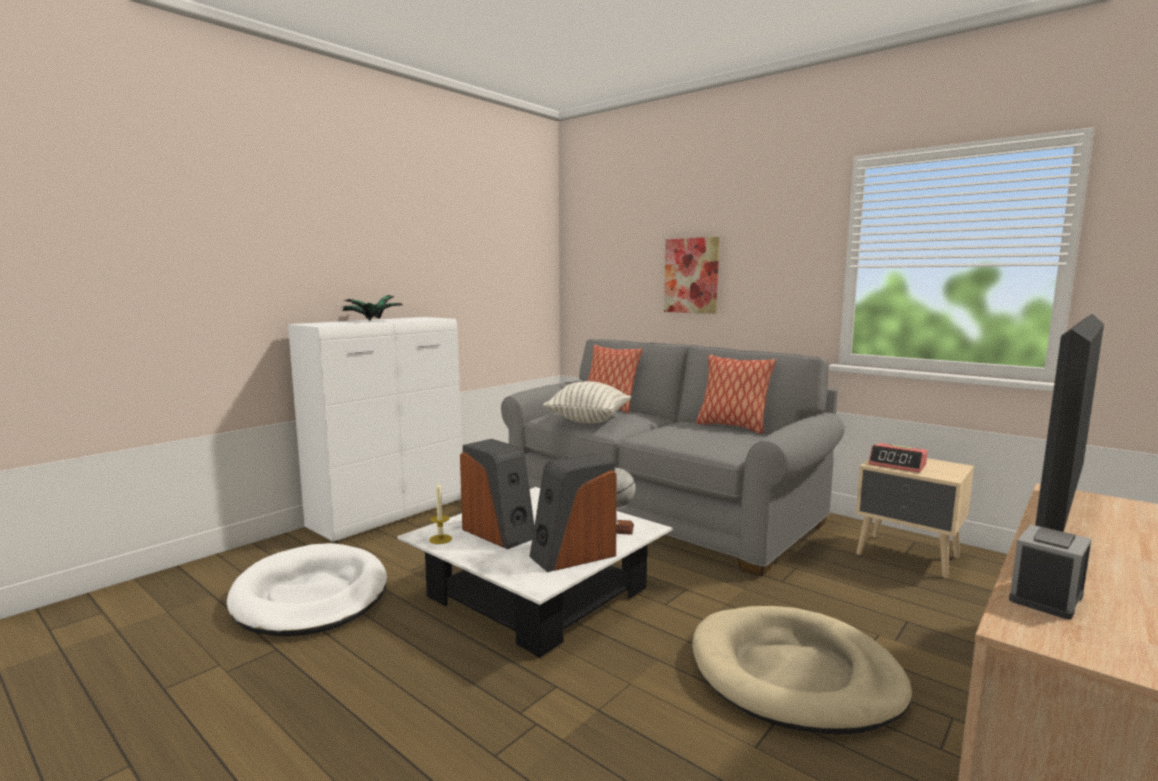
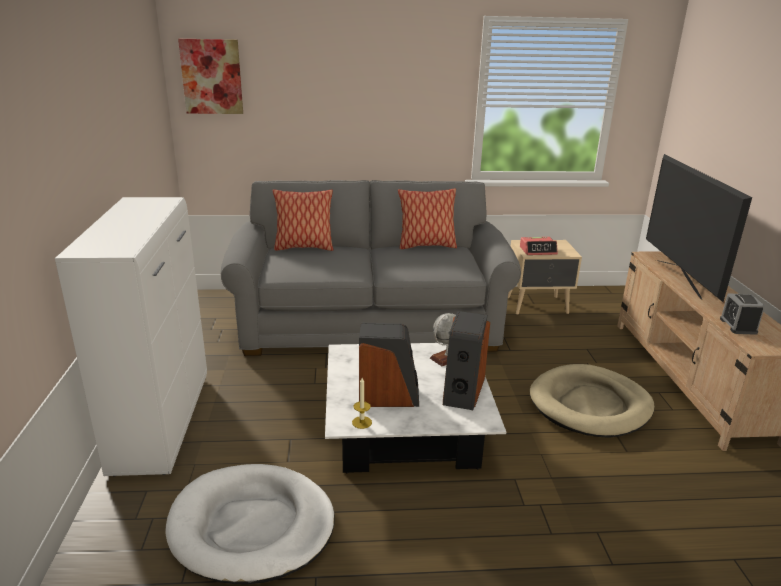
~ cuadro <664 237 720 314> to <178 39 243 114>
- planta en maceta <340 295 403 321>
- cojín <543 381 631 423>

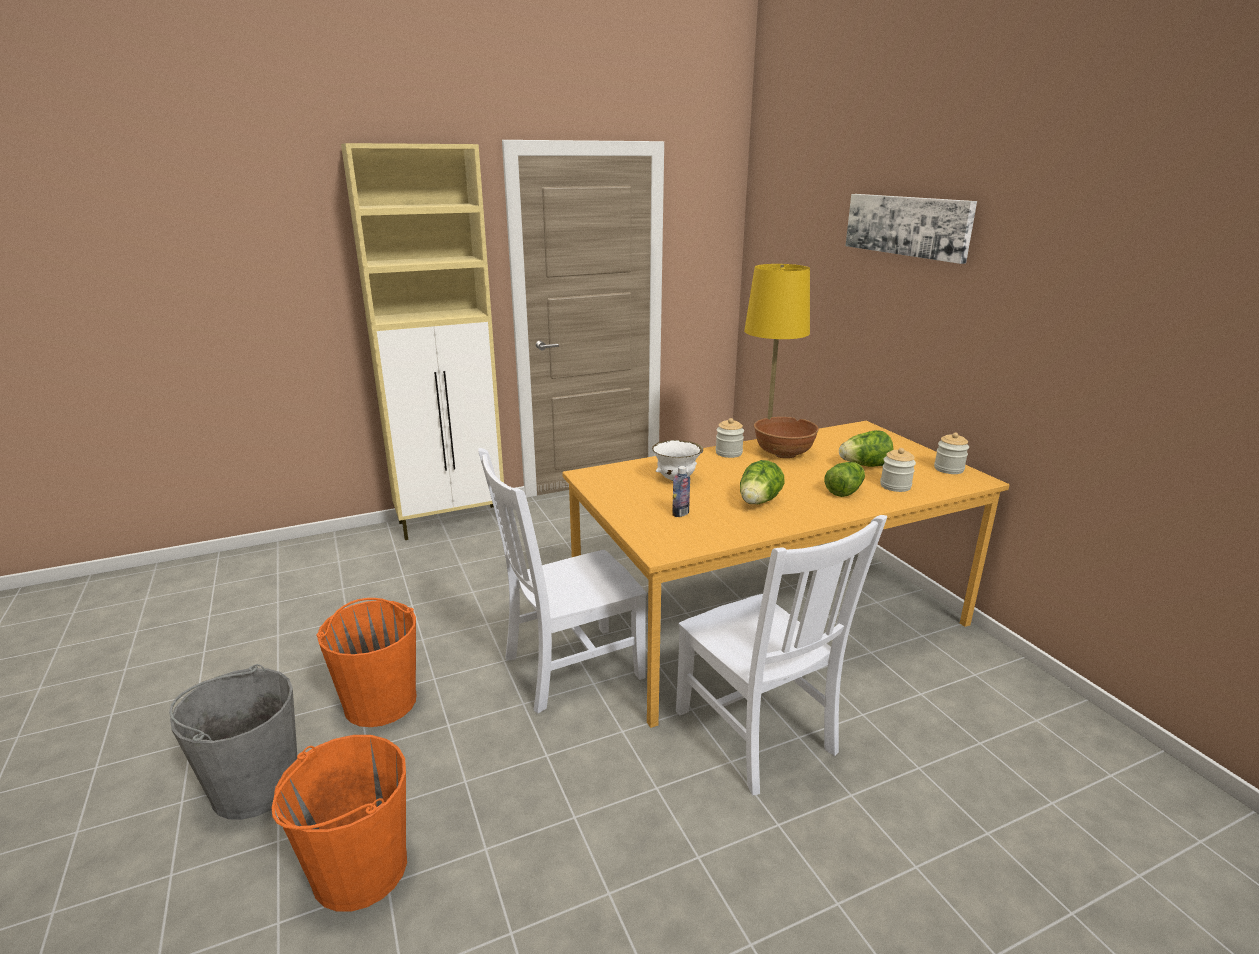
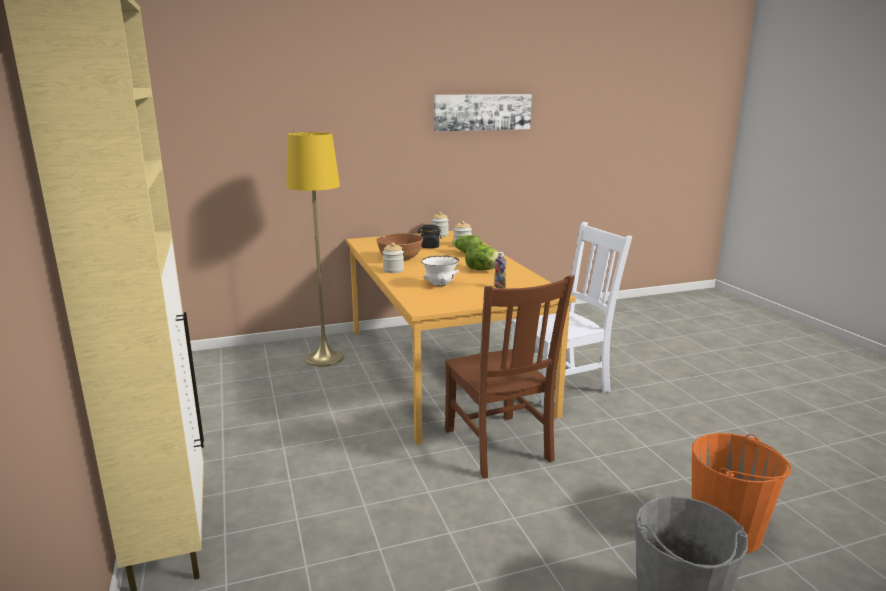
~ cuadro <845 194 977 264> to <434 94 532 132>
~ lechuga <839 430 893 467> to tarro [negro] <418 225 442 248>
~ silla [blanco] <478 448 647 714> to silla [marrón] <445 275 575 478>
- cubo [naranja] <317 598 417 727>

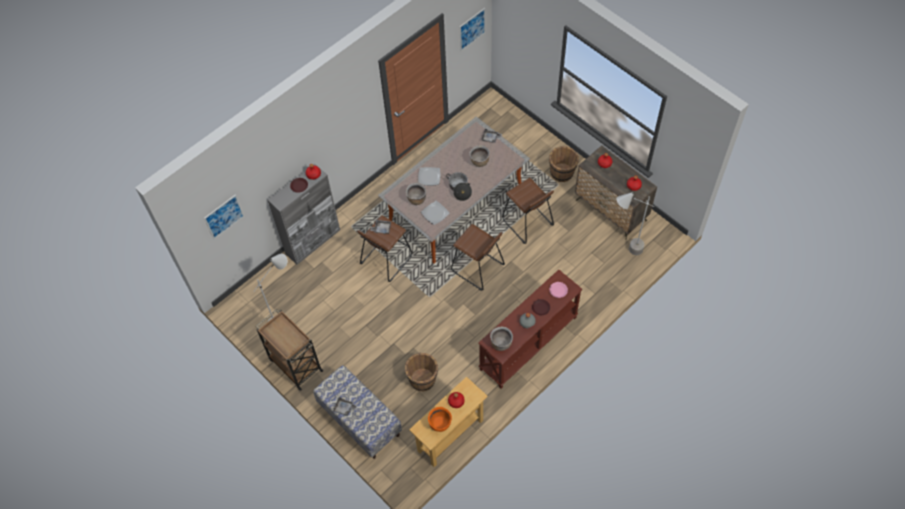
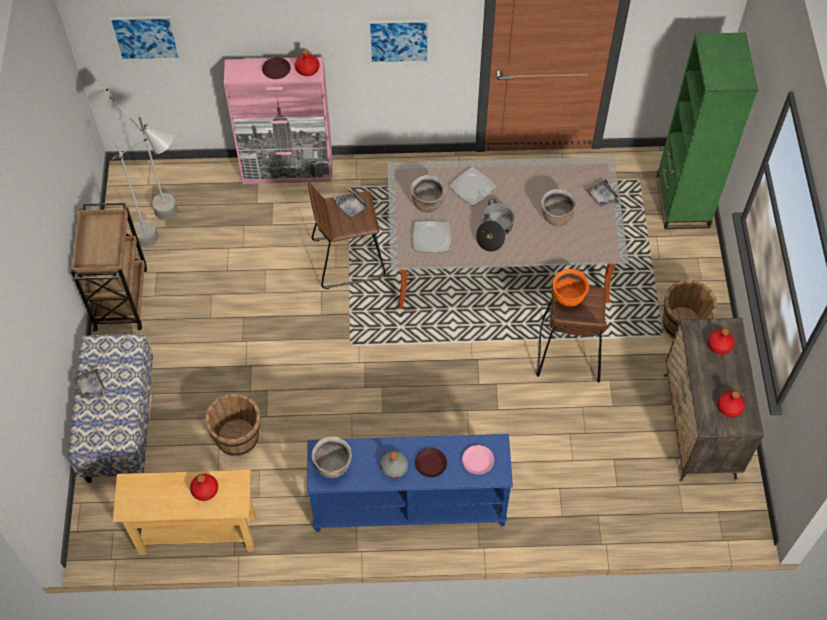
~ cuadro <460 8 485 51> to <368 20 430 64>
~ armario [gris] <268 164 340 265> to armario [rosa] <224 57 333 184>
~ lámpara de pie [gris] <617 192 654 255> to <88 87 177 220>
- taburete [marrón] <451 224 505 291>
~ mesa consola [marrón] <478 270 582 389> to mesa consola [azul] <307 434 513 532>
~ olla [naranja] <428 407 452 432> to <553 269 589 307>
+ estantería [verde] <656 33 758 229>

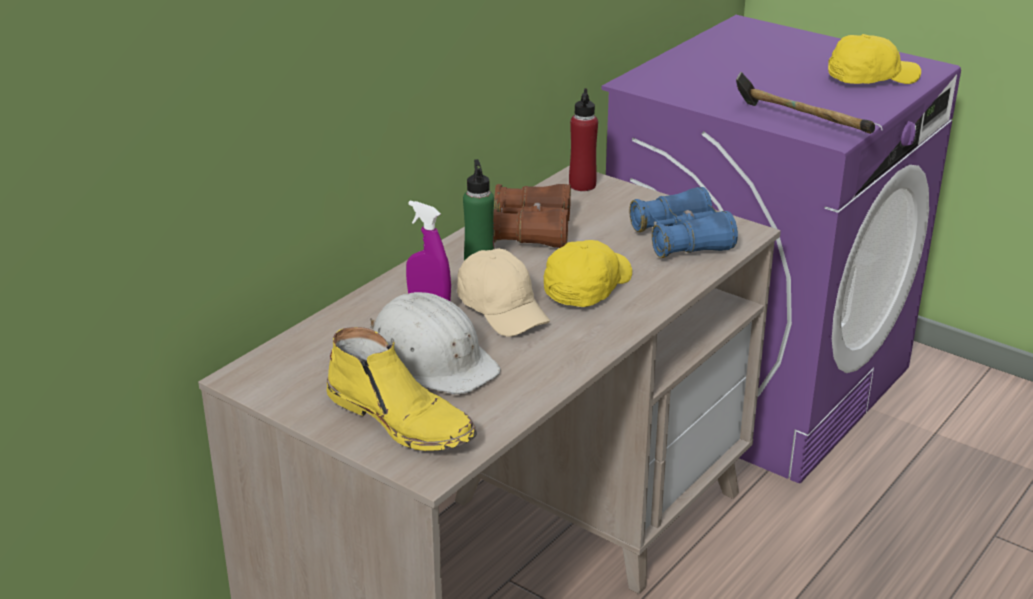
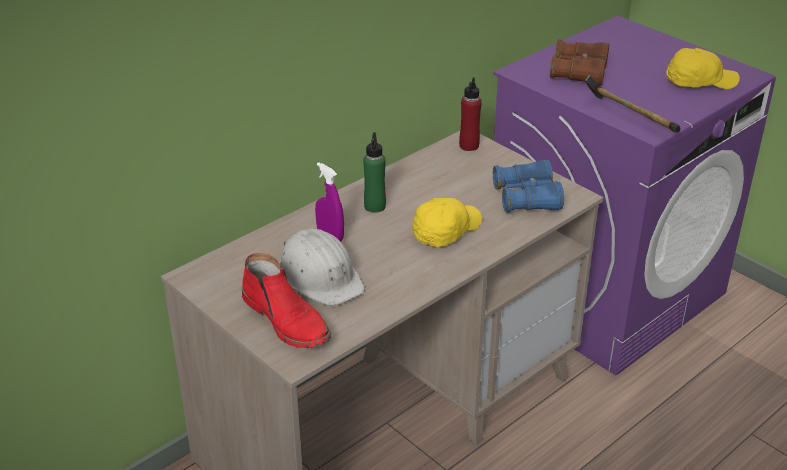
~ prismáticos [marrón] <493 184 571 248> to <550 39 609 86>
- gorra [beis] <457 248 550 337>
~ bota [amarillo] <326 327 477 451> to bota [rojo] <242 253 331 348>

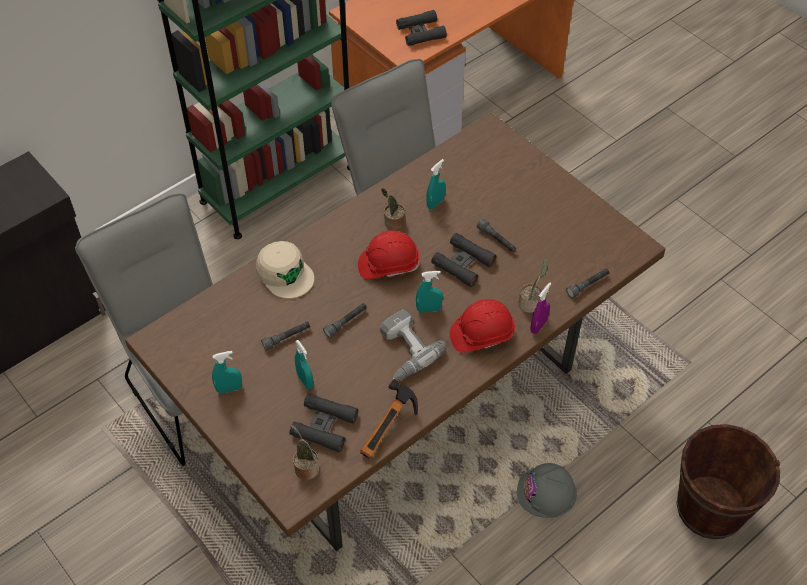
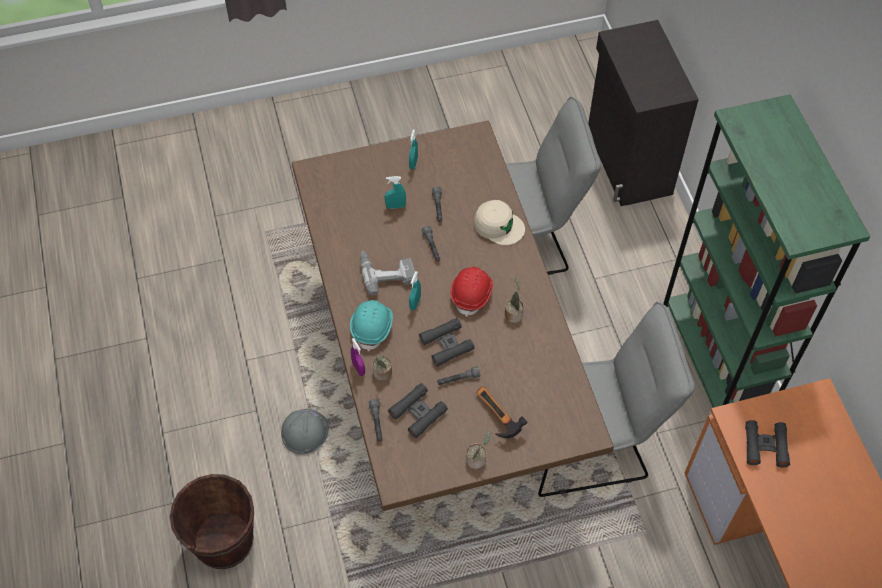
- pulverizador [turquesa] <426 159 445 209>
~ gorra [beis] <256 241 314 299> = <474 200 525 245> 135 degrees counterclockwise
~ casco [rojo] <450 299 515 353> to casco [turquesa] <350 300 393 351>
~ martillo <360 379 418 458> to <476 386 528 438>
~ prismáticos [negro] <289 394 358 452> to <388 383 448 438>
~ planta en maceta <290 425 319 480> to <466 431 490 469>

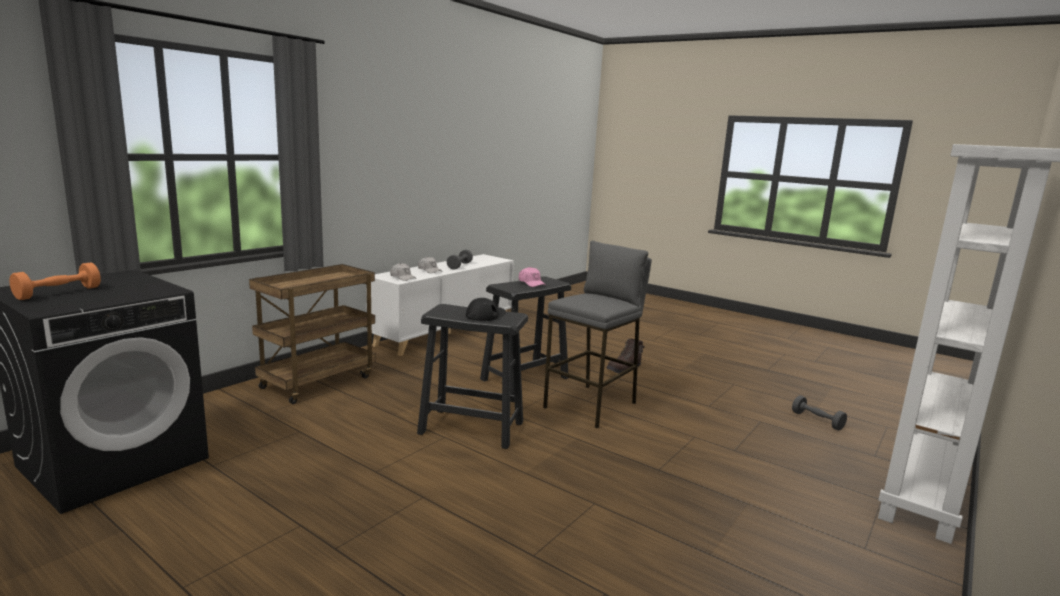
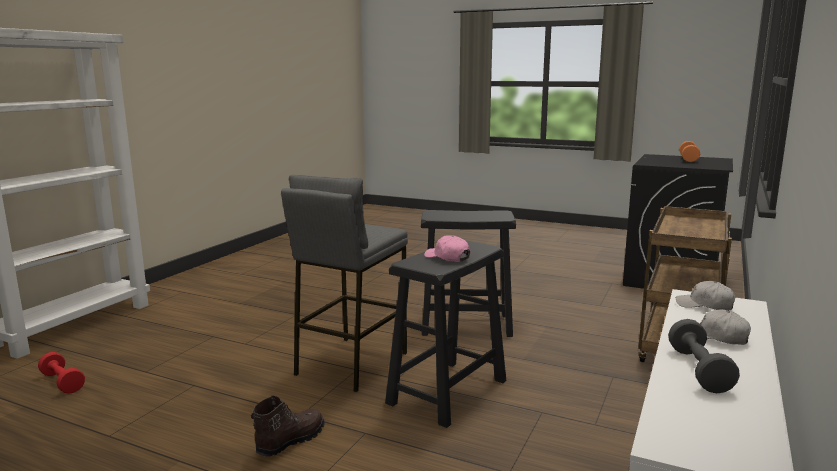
- gorra [negro] <466 298 507 321>
~ mancuerna [gris] <792 395 847 430> to mancuerna [rojo] <38 352 85 394>

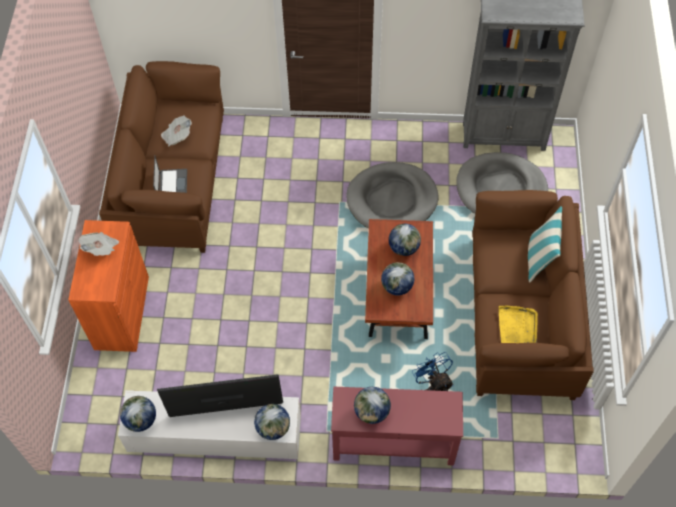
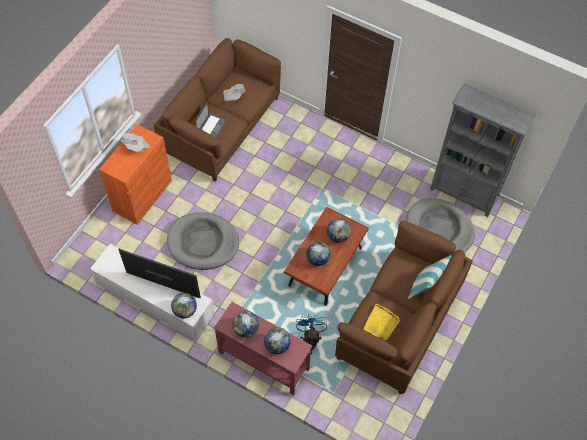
~ cama para perro [gris] <346 162 439 229> to <167 212 239 270>
~ globo terráqueo <120 396 156 432> to <264 327 291 354>

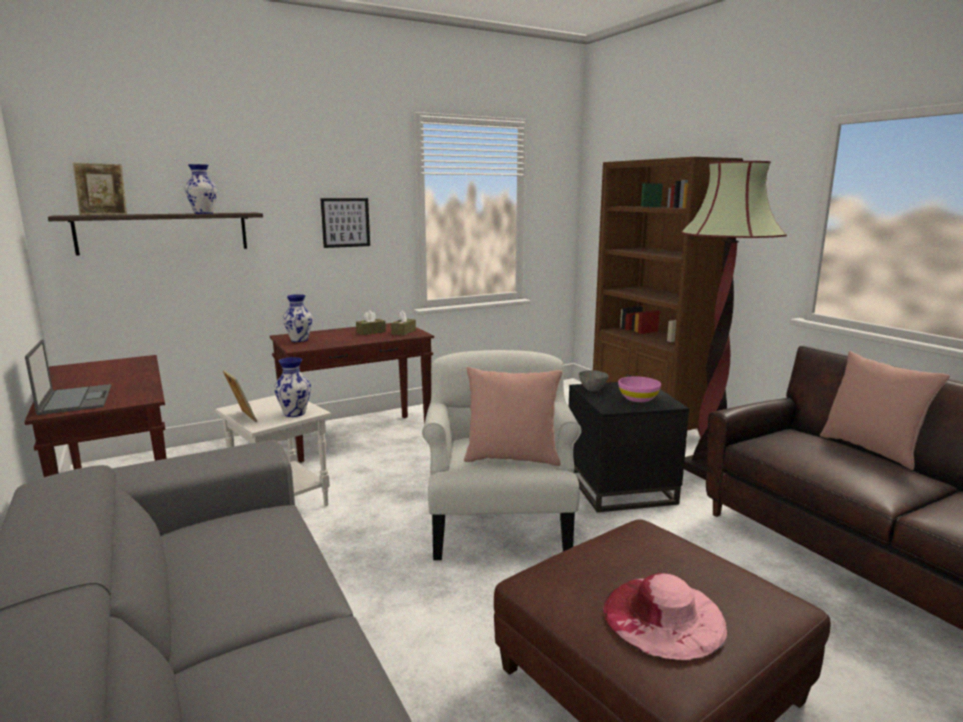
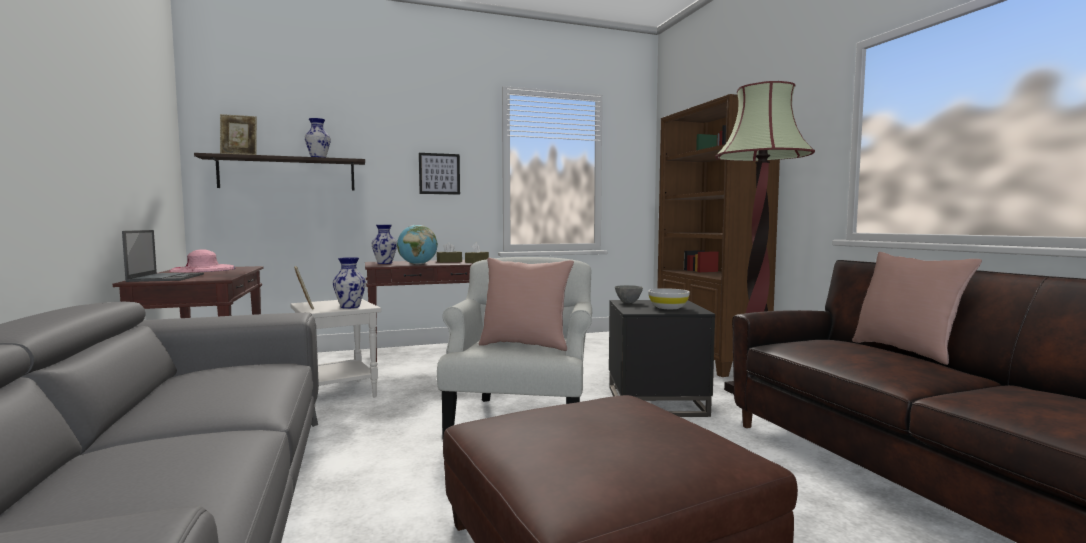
~ cuenco [rosa] <618 376 661 402> to cuenco [blanco] <648 288 690 309>
~ sombrero [rosa] <603 573 727 660> to <169 249 236 272>
+ globo terráqueo <397 225 438 265>

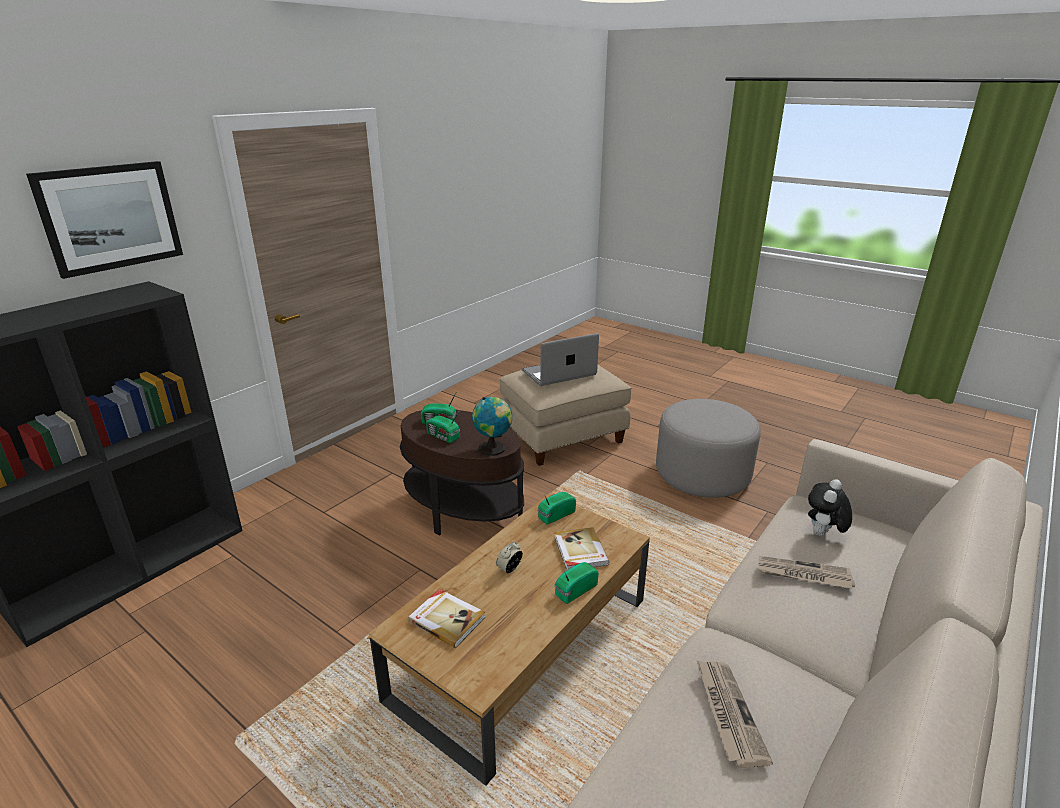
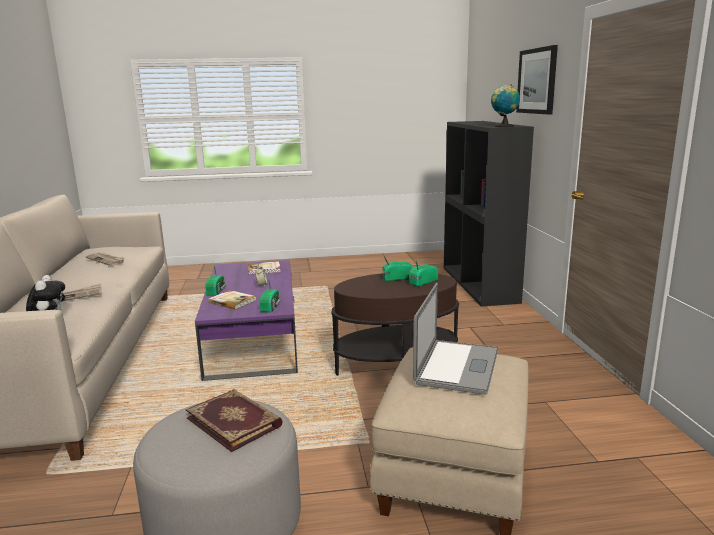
~ globo terráqueo <472 397 512 456> to <491 84 520 127>
~ mesa de centro [marrón] <369 493 650 786> to mesa de centro [morado] <195 260 298 381>
+ libro <186 389 283 452>

